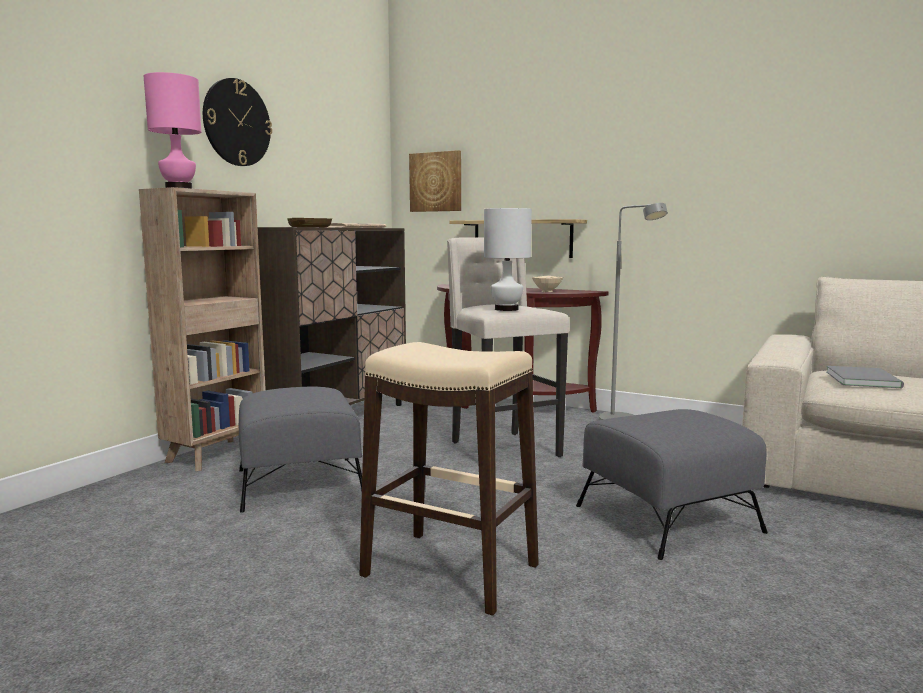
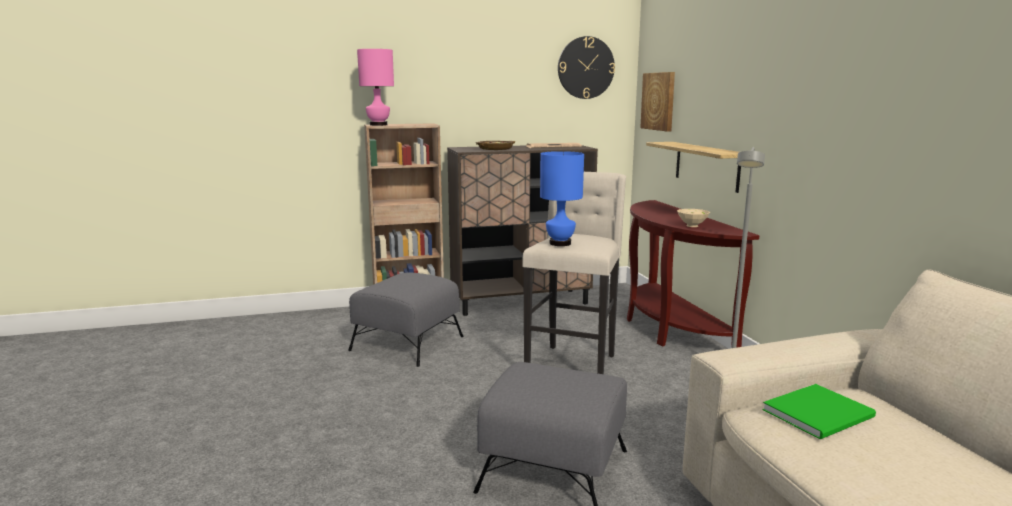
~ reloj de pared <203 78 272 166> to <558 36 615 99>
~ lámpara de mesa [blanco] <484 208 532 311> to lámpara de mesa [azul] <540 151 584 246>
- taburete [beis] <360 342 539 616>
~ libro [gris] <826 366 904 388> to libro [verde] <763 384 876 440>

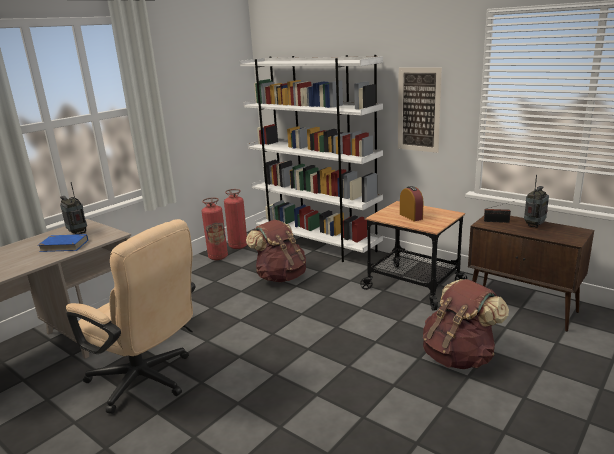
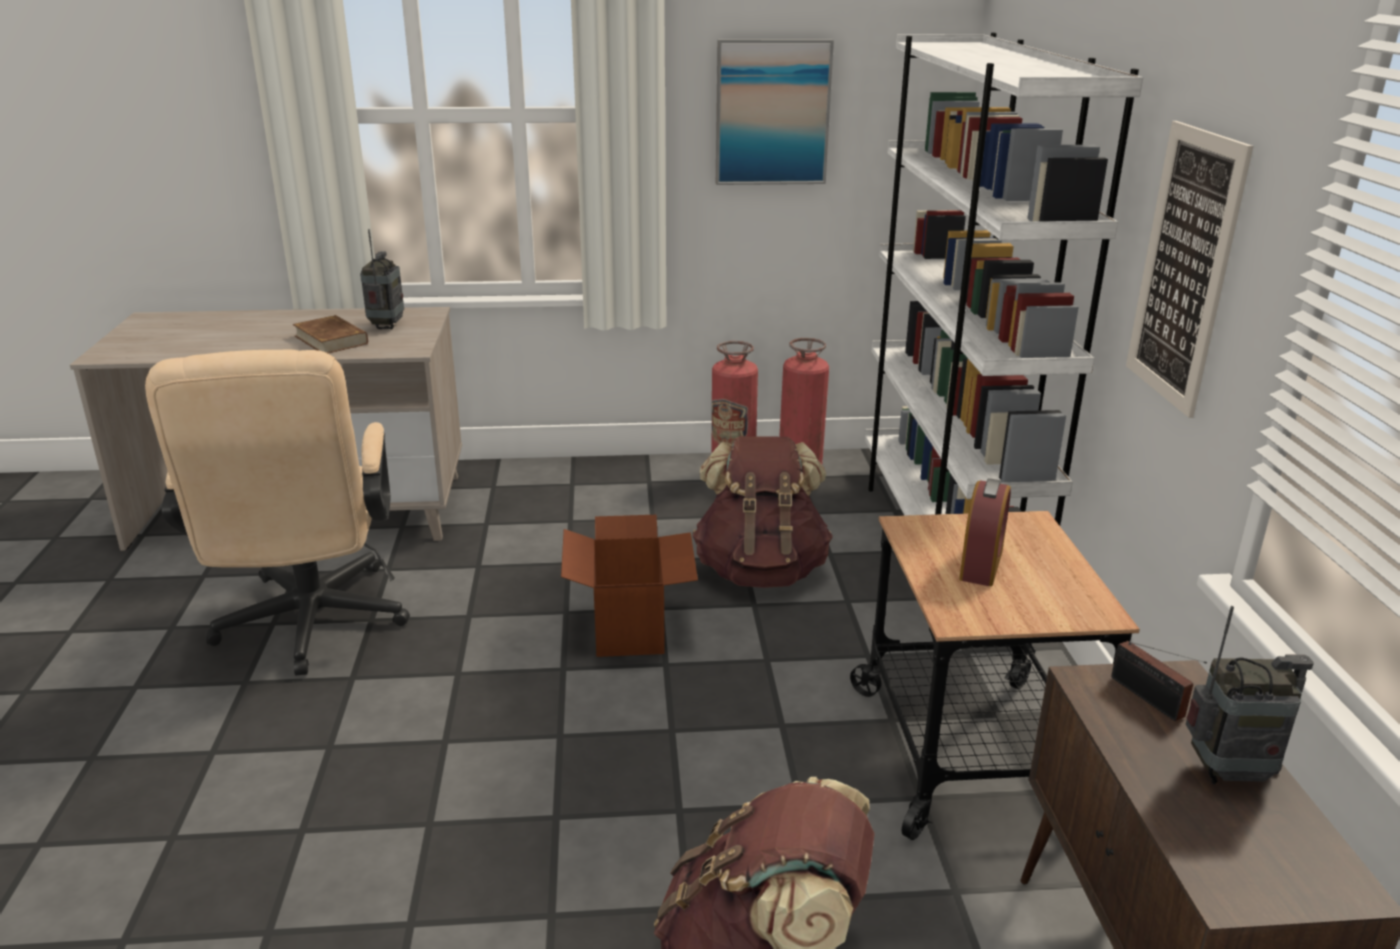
~ libro [azul] <38 234 88 252> to libro [marrón] <293 315 368 353>
+ cuadro <716 39 834 185>
+ caja de cartón <561 515 698 657>

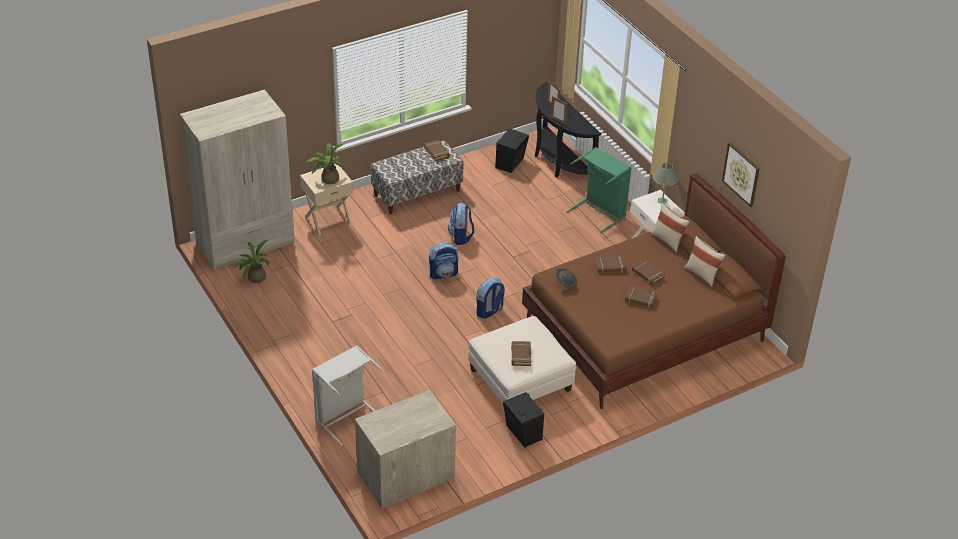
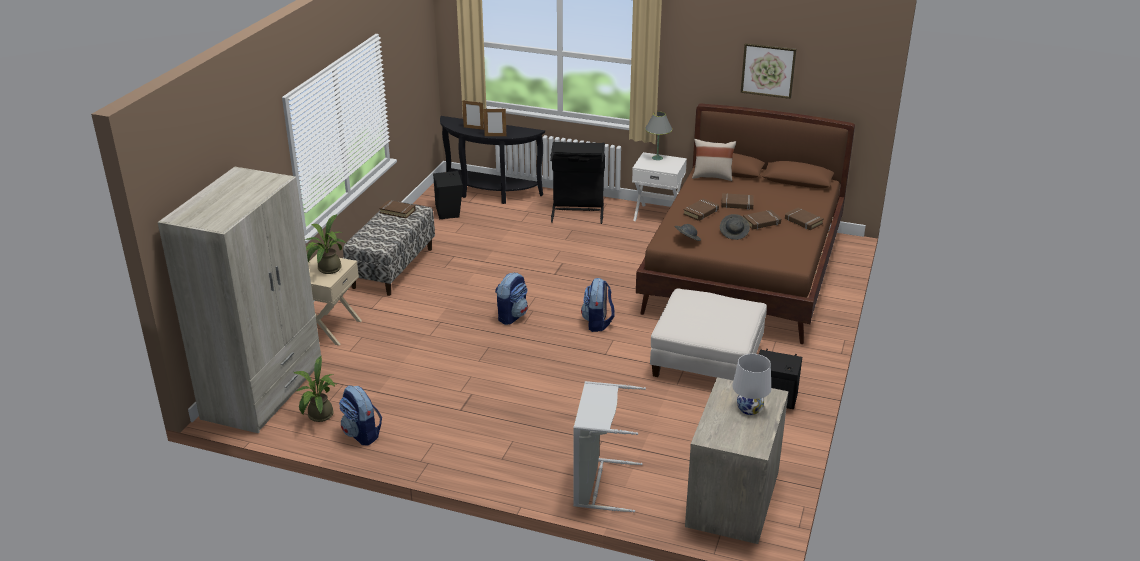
~ cesto de la ropa [verde] <567 147 632 233> to cesto de la ropa [negro] <550 141 605 224>
~ mochila <448 203 474 245> to <339 385 382 445>
- cojín [beis] <684 236 726 287>
~ libro [marrón] <511 341 531 366> to <785 207 824 230>
+ sombrero [gris] <720 214 750 240>
+ lámpara de mesa [blanco] <732 354 771 415>

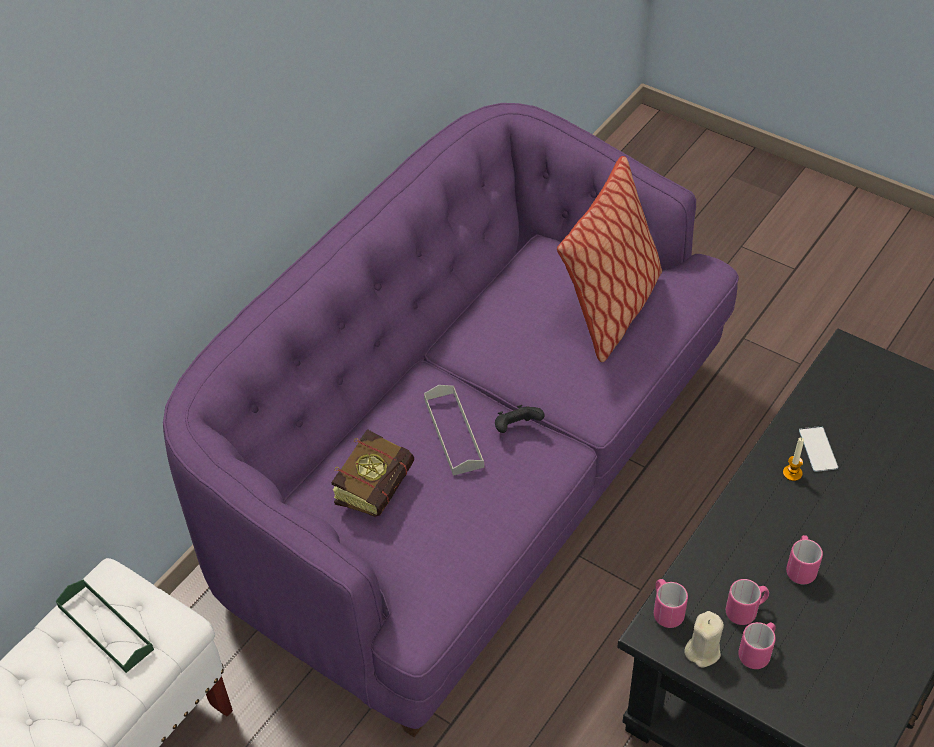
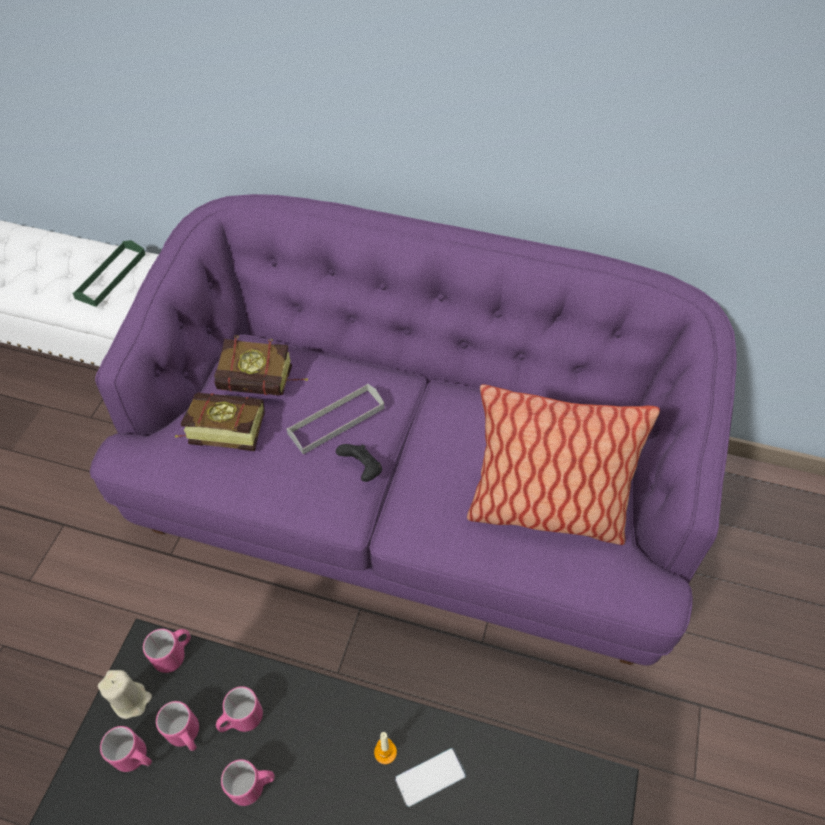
+ libro <175 392 265 451>
+ taza grande [rosa] <216 686 263 732>

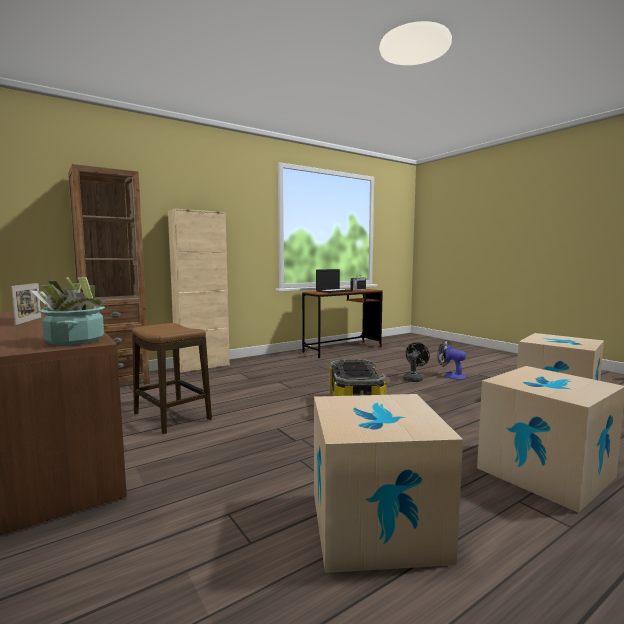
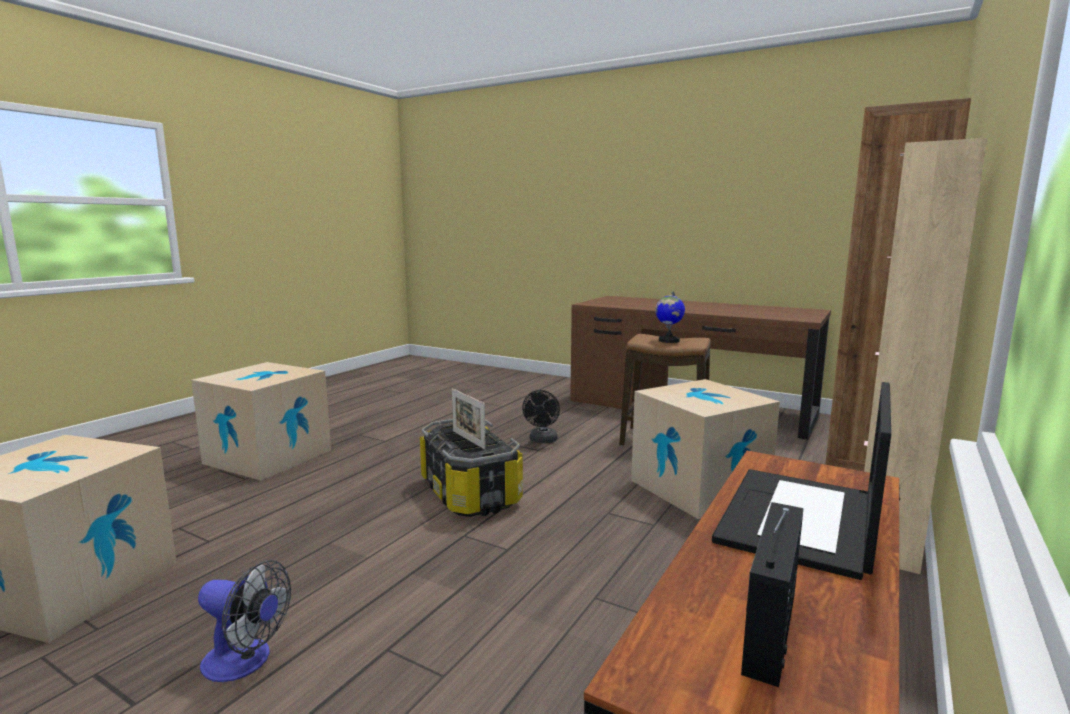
- planta en maceta <30 277 107 345>
~ portarretratos <11 283 41 325> to <452 388 486 450>
~ ventilador [negro] <403 342 430 382> to <522 390 560 443>
~ caja de cartón <314 394 463 573> to <631 379 780 519>
+ globo terráqueo <655 291 685 343>

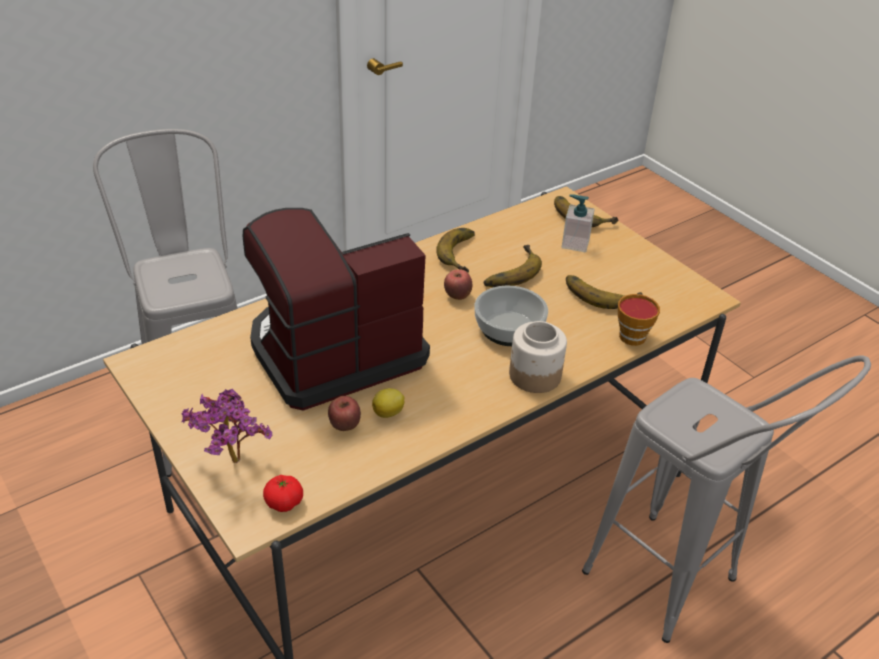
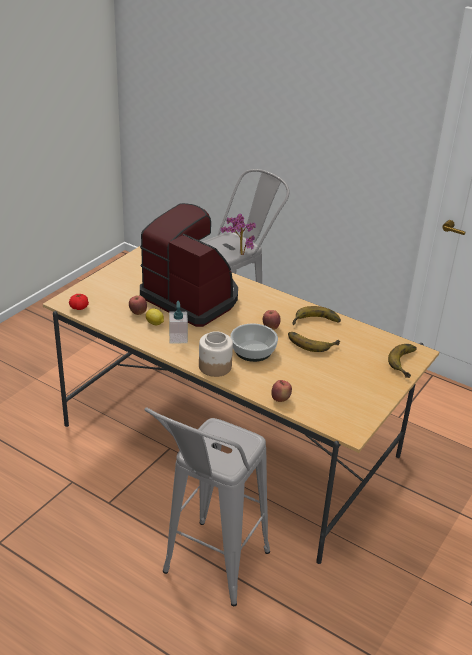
~ dispensador de jabón <562 194 595 252> to <169 301 188 344>
- plátano <566 275 643 309>
~ taza <618 294 660 346> to manzana <271 380 292 402>
~ planta en maceta <181 389 272 463> to <221 214 256 255>

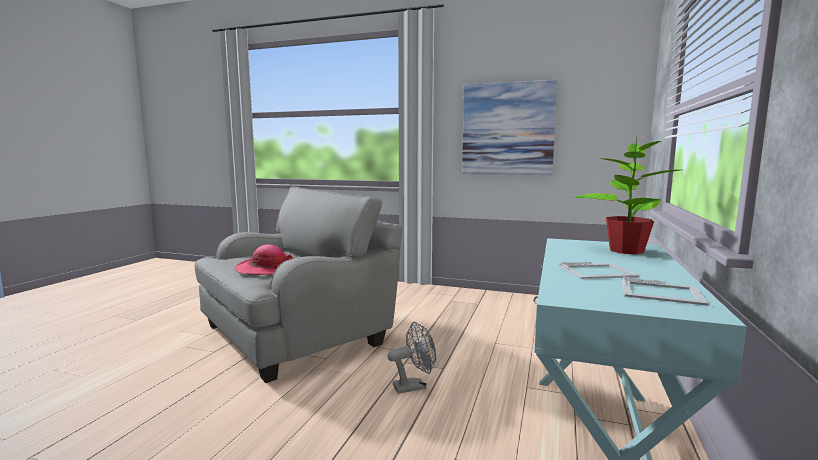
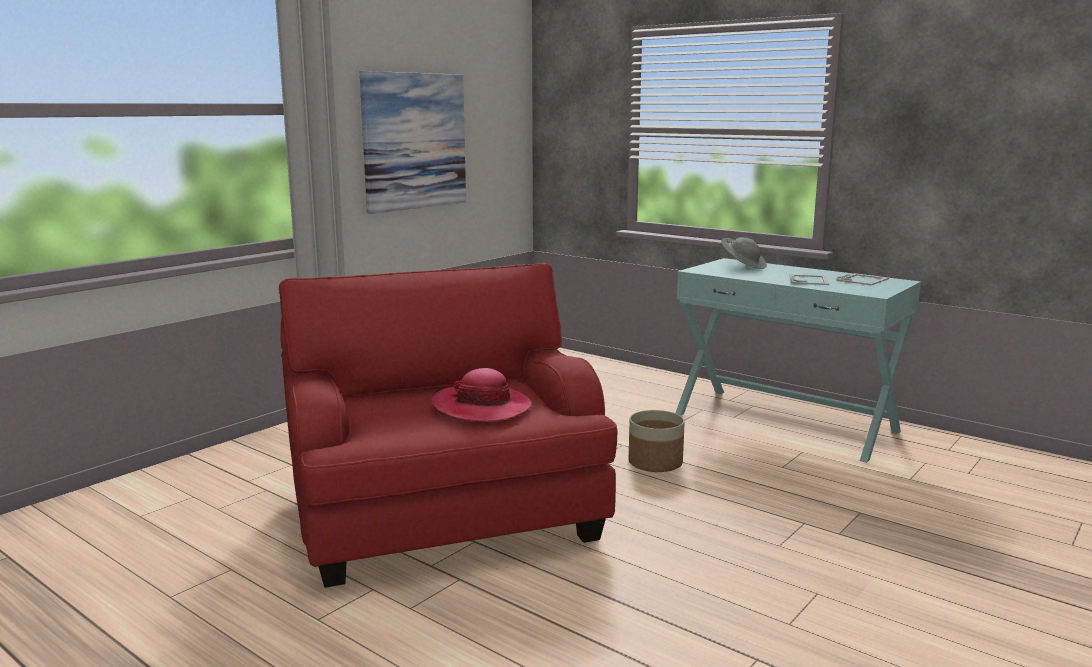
~ planta en maceta <574 136 680 254> to sombrero [gris] <721 237 767 269>
~ sillón [gris] <195 186 403 383> to sillón [rojo] <279 263 618 588>
~ ventilador [gris] <387 322 436 394> to maceta <629 410 685 472>

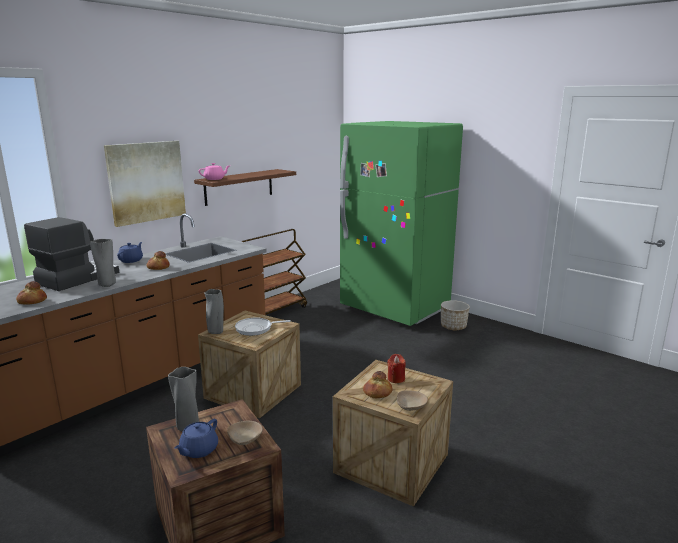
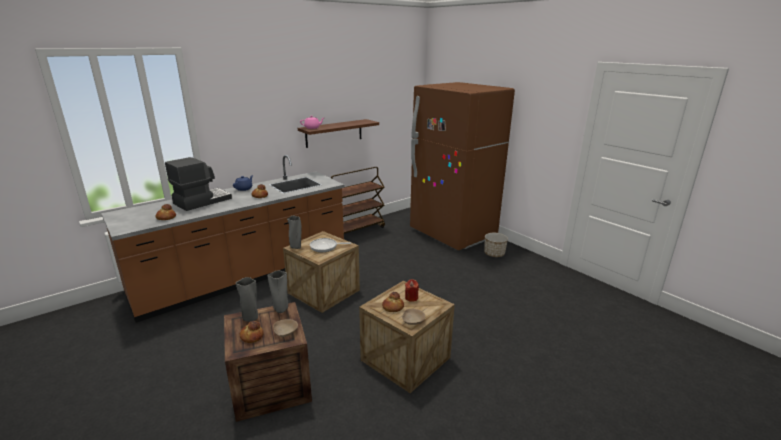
~ nevera [verde] <340 121 463 326> to nevera [marrón] <410 82 515 251>
- cuadro <104 141 186 227>
~ florero [gris] <90 239 116 287> to <267 270 288 313>
~ tetera [azul] <174 419 218 458> to pan <240 321 264 343>

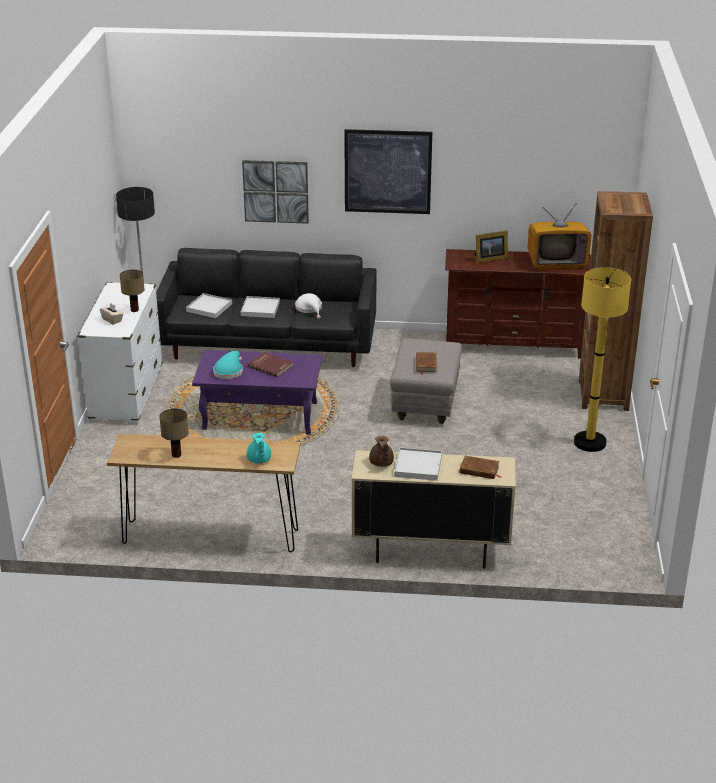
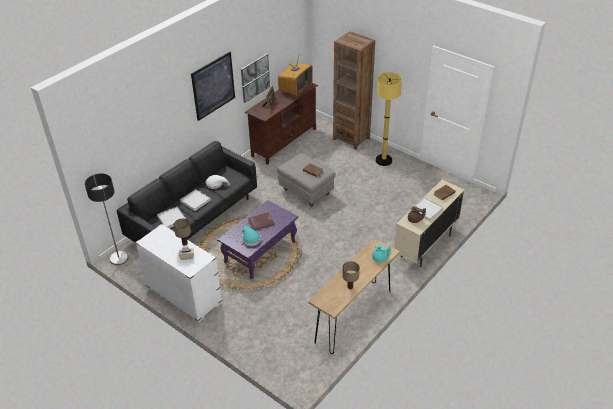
~ cuadro <242 160 309 224> to <241 54 270 103>

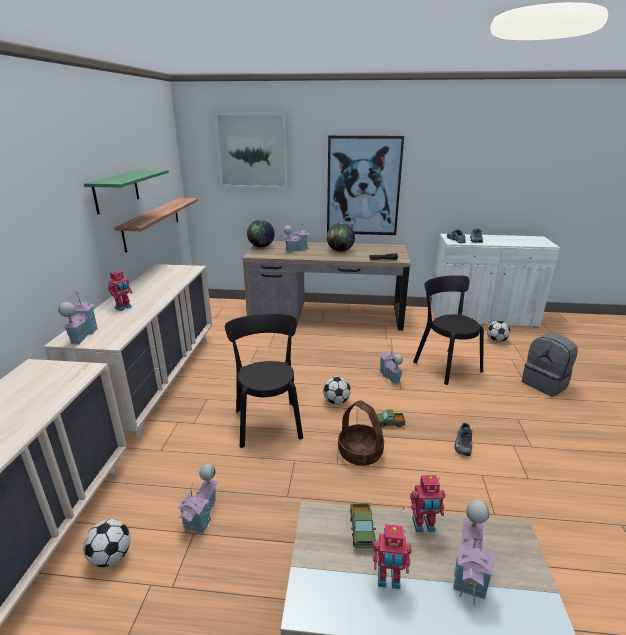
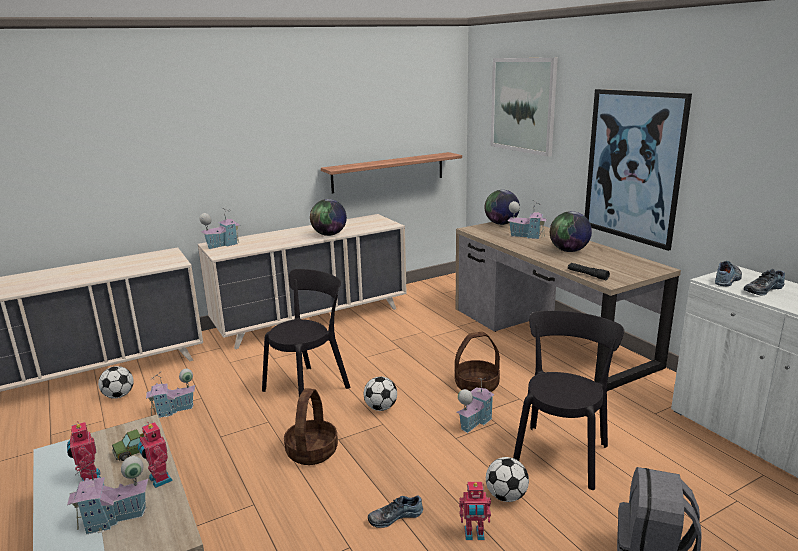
- estante [verde] <84 170 169 215>
~ robot de juguete <108 269 132 311> to <459 482 491 540>
~ balón de fútbol <487 320 510 342> to <486 457 529 502>
- camión de juguete <376 409 406 428>
+ globo terráqueo <310 199 347 236>
+ cesta <455 332 500 392>

